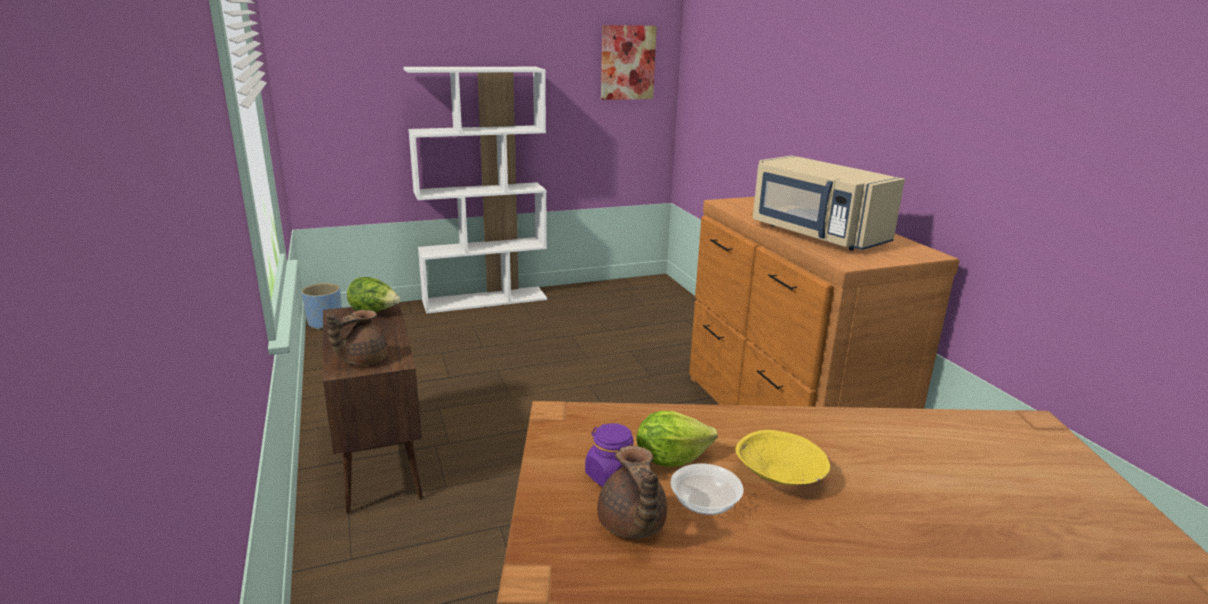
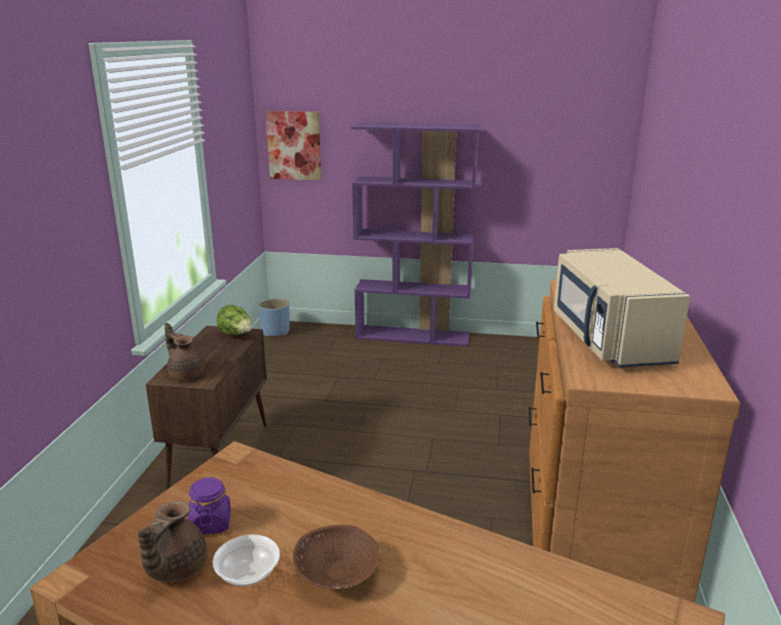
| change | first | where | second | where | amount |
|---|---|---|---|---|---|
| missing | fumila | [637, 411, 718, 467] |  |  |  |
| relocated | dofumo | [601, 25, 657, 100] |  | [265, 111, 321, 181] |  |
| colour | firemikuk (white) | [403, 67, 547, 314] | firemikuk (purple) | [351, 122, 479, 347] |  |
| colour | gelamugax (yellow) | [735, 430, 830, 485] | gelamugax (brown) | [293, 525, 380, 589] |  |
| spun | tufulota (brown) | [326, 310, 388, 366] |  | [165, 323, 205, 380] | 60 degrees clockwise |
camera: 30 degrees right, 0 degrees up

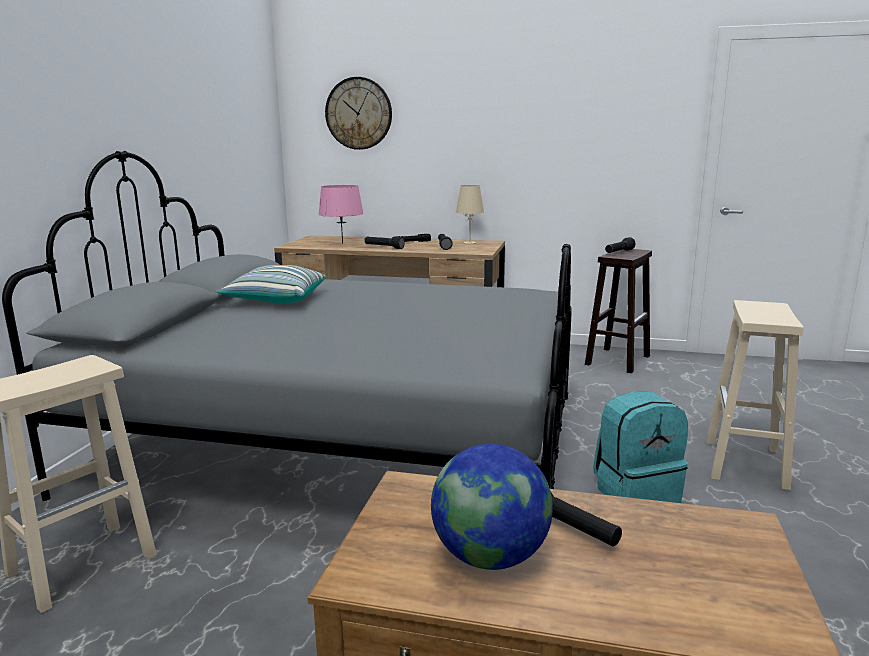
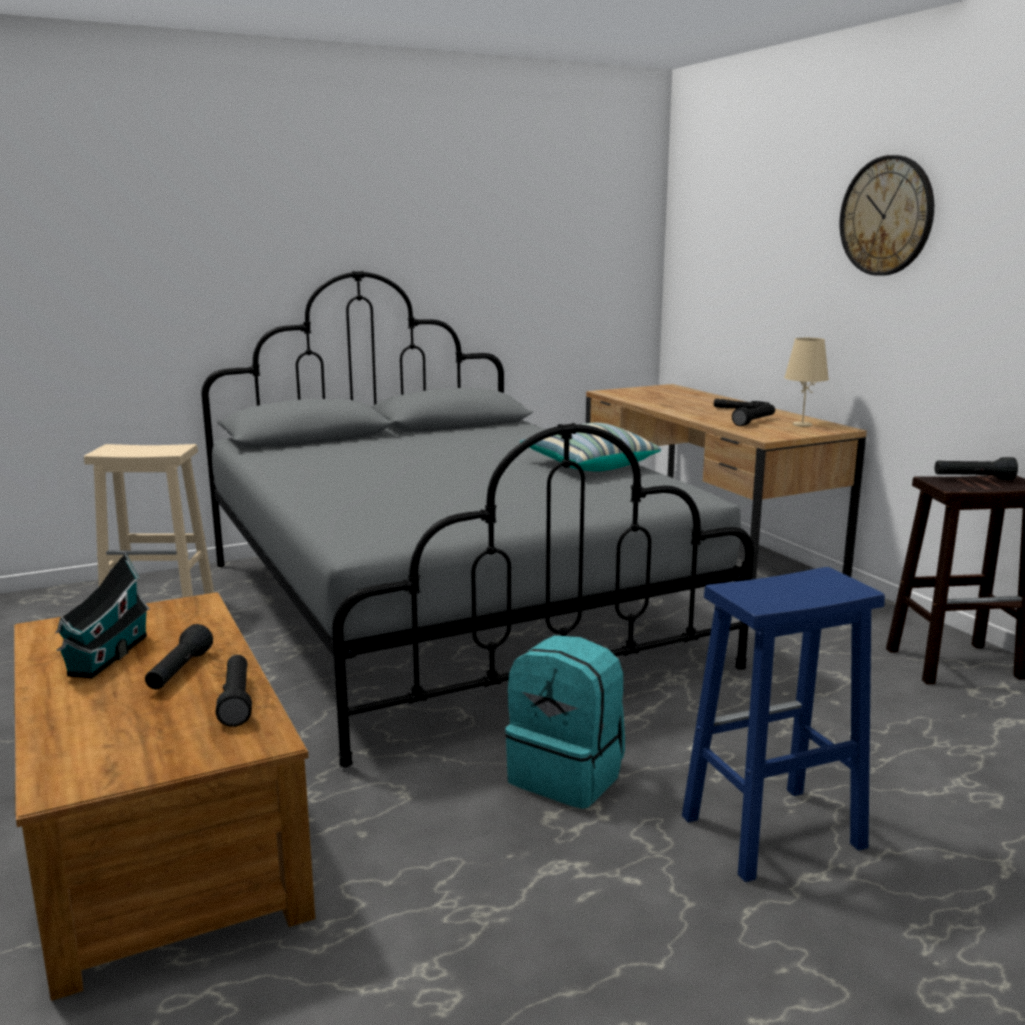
| change | first | where | second | where | amount |
|---|---|---|---|---|---|
| missing | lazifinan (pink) | [318, 185, 364, 244] |  |  |  |
| relocated | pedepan | [217, 265, 326, 303] |  | [520, 423, 661, 471] |  |
| relocated | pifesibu | [325, 77, 392, 150] |  | [840, 155, 934, 276] |  |
| relocated | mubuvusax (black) | [364, 236, 405, 249] |  | [215, 655, 252, 727] |  |
| exchanged | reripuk | [431, 444, 553, 570] | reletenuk | [55, 552, 150, 678] |  |
| colour | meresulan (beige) | [706, 300, 804, 490] | meresulan (blue) | [682, 567, 885, 882] |  |
camera: 50 degrees right, 0 degrees up

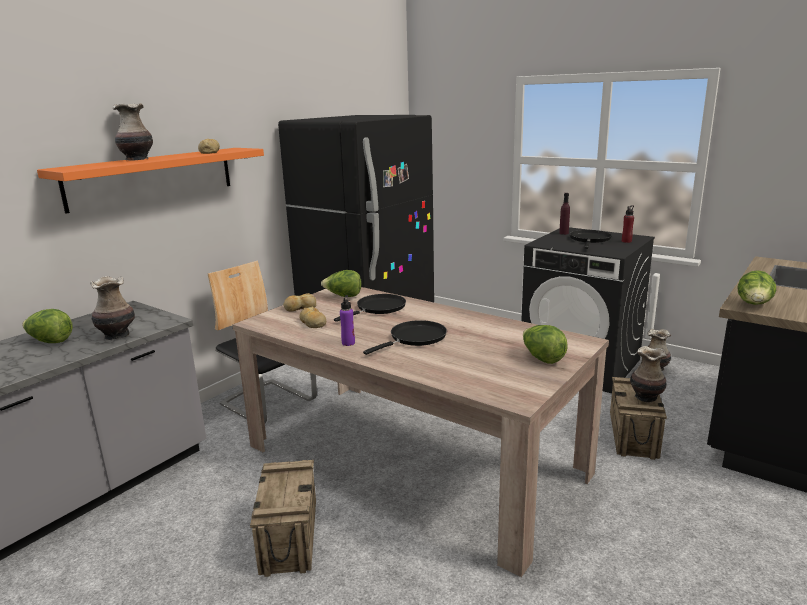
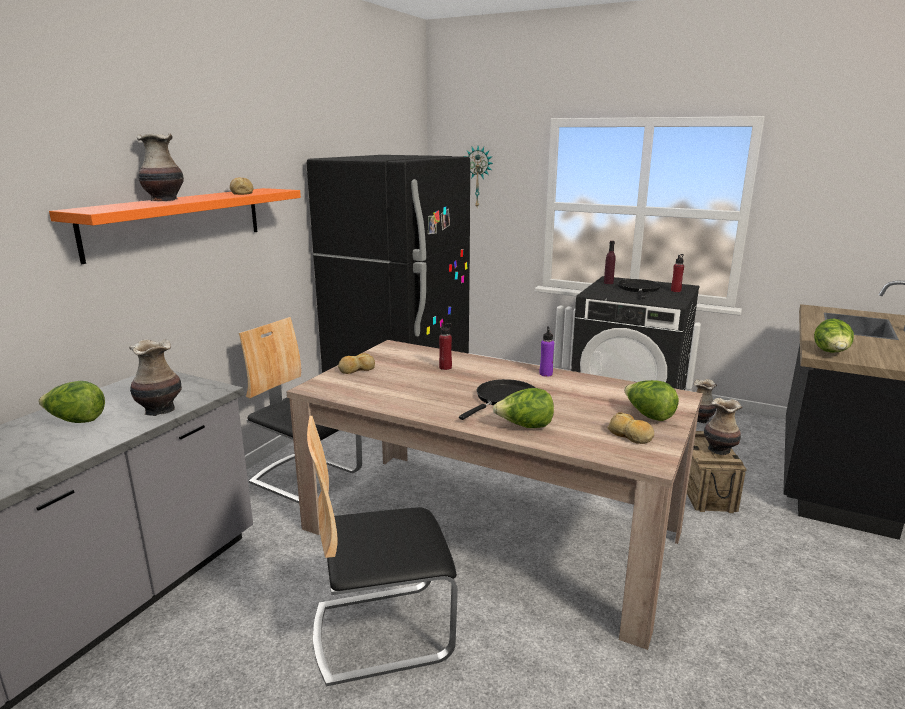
| change | first | where | second | where | amount |
|---|---|---|---|---|---|
| appeared |  |  | pifesibu | [464, 146, 493, 207] |  |
| relocated | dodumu | [299, 306, 326, 328] |  | [607, 412, 654, 444] |  |
| relocated | fumila | [321, 270, 362, 297] |  | [493, 388, 554, 428] |  |
| relocated | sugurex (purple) | [340, 295, 355, 346] |  | [540, 327, 554, 377] |  |
| exchanged | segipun | [250, 460, 316, 577] | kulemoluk | [307, 416, 458, 686] |  |
| exchanged | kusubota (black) | [334, 294, 406, 322] | sugurex (red) | [439, 322, 452, 370] |  |
camera: 10 degrees left, 0 degrees up

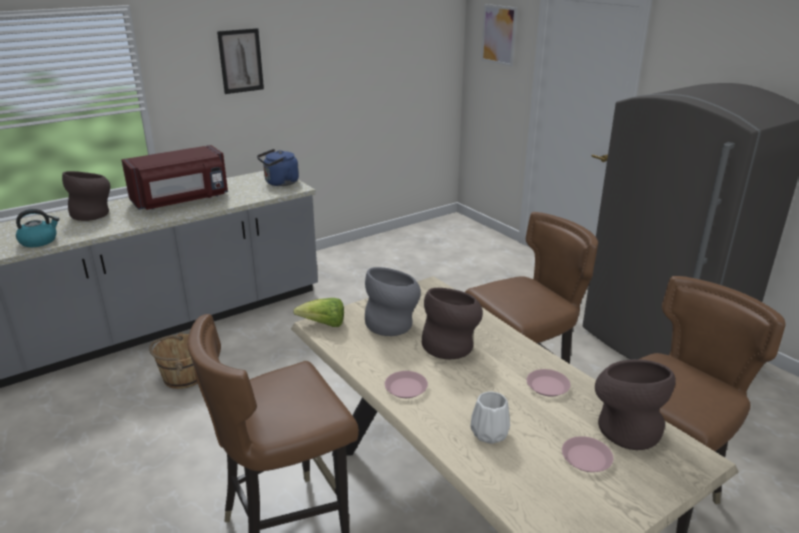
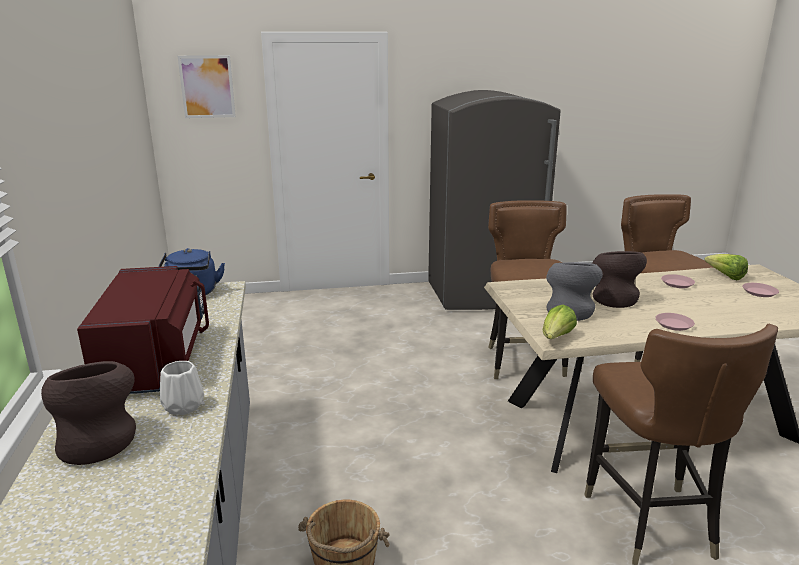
| change | first | where | second | where | amount |
|---|---|---|---|---|---|
| missing | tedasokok | [16, 209, 60, 247] |  |  |  |
| missing | dofumo | [217, 28, 264, 94] |  |  |  |
| relocated | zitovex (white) | [470, 391, 510, 444] |  | [160, 361, 204, 415] |  |
| exchanged | zitovex (brown) | [595, 359, 676, 450] | fumila | [704, 254, 748, 280] |  |
camera: 65 degrees left, 5 degrees down

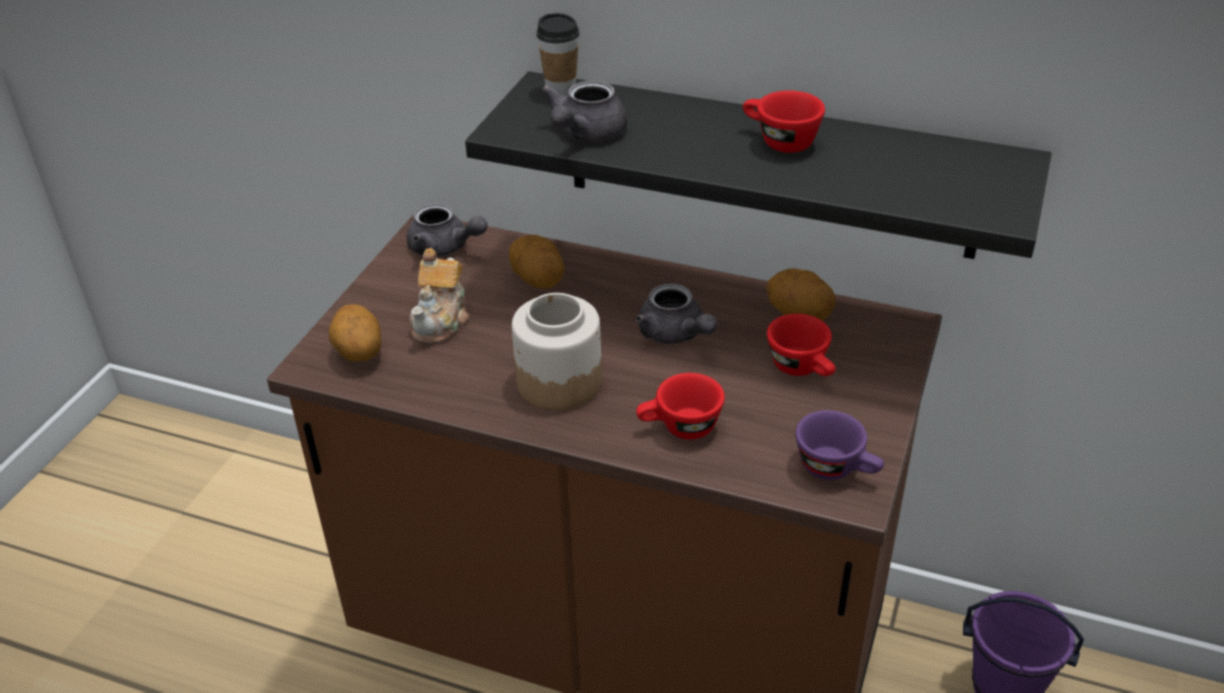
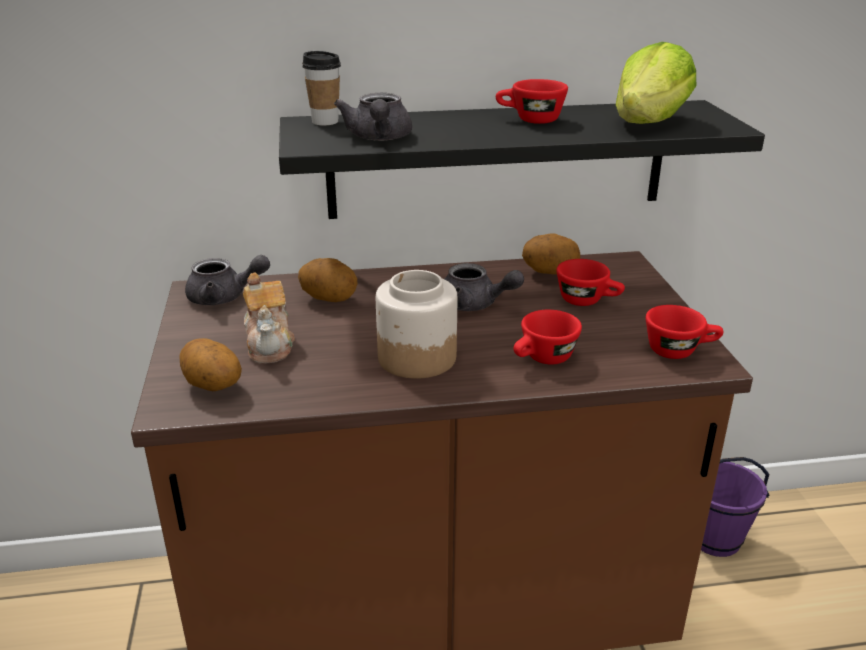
| change | first | where | second | where | amount |
|---|---|---|---|---|---|
| appeared |  |  | fumila | [616, 42, 696, 124] |  |
| colour | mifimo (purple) | [795, 410, 884, 480] | mifimo (red) | [646, 305, 724, 359] |  |
camera: 30 degrees left, 10 degrees down

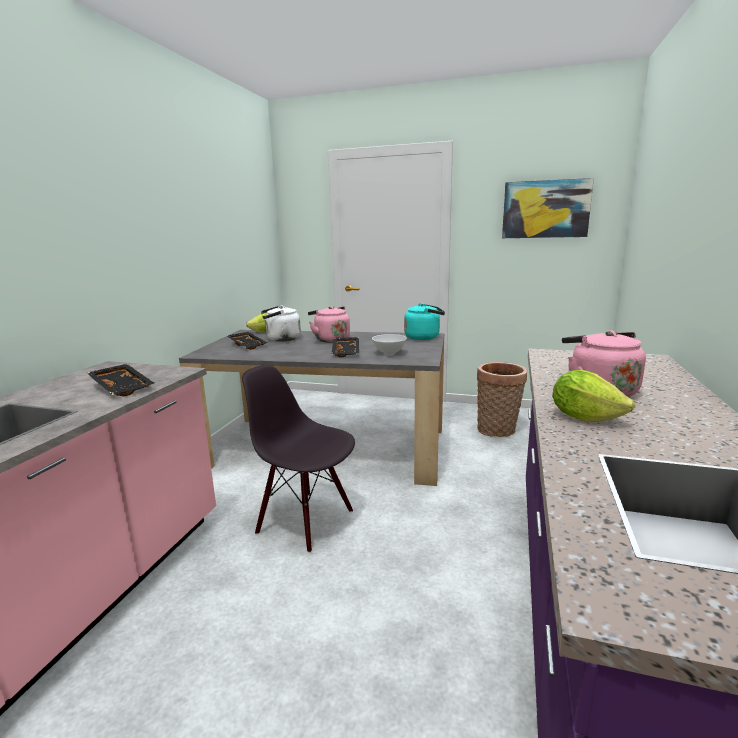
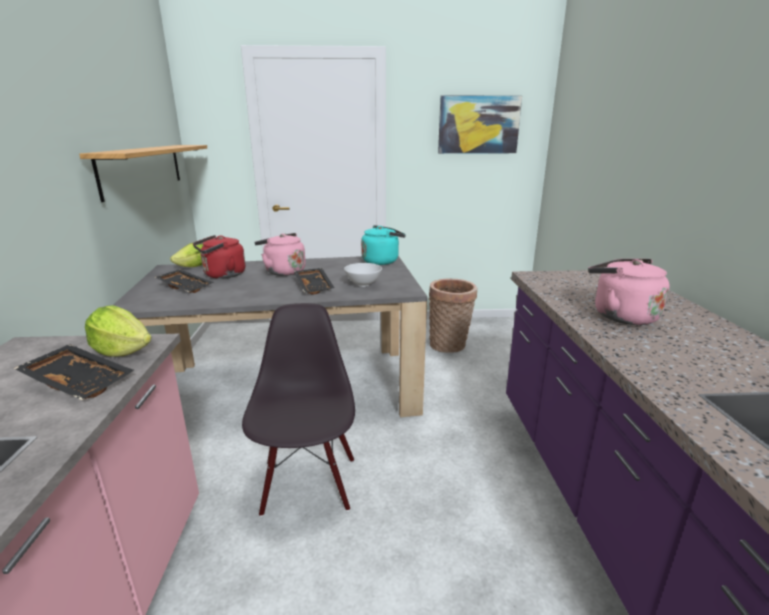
| change | first | where | second | where | amount |
|---|---|---|---|---|---|
| appeared |  |  | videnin | [79, 145, 207, 202] |  |
| relocated | fumila | [552, 370, 635, 422] |  | [85, 305, 152, 356] |  |
| colour | tedasokok (white) | [261, 305, 301, 342] | tedasokok (red) | [193, 235, 245, 279] |  |
| spun | kulemoluk (black) | [242, 365, 355, 553] |  | [242, 303, 355, 517] | 75 degrees clockwise |
camera: 20 degrees left, 5 degrees up

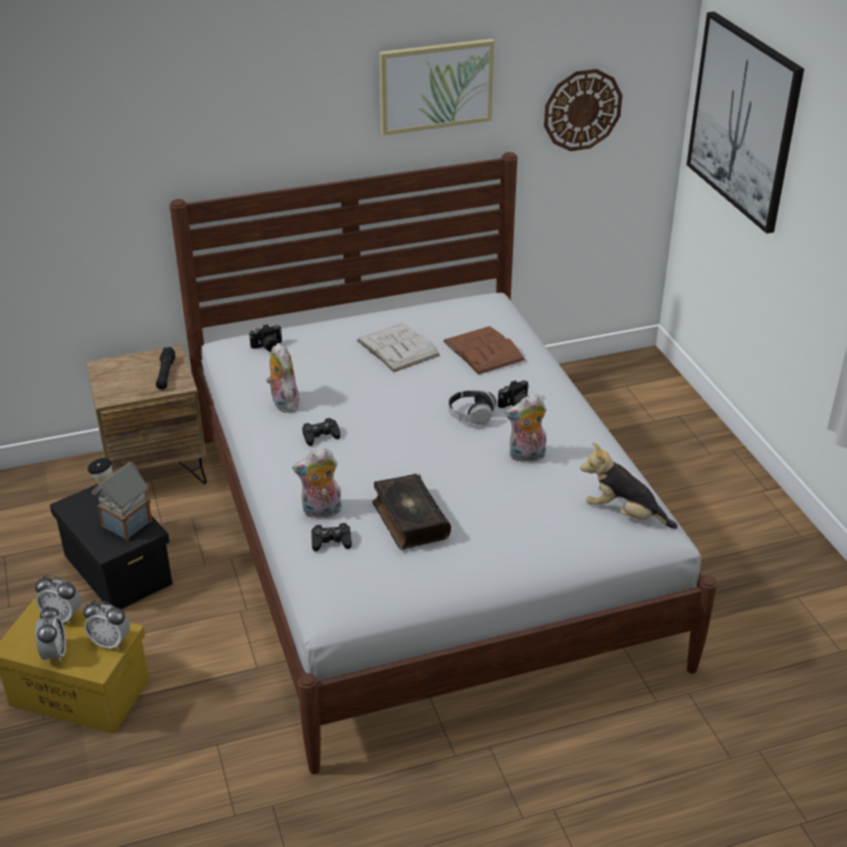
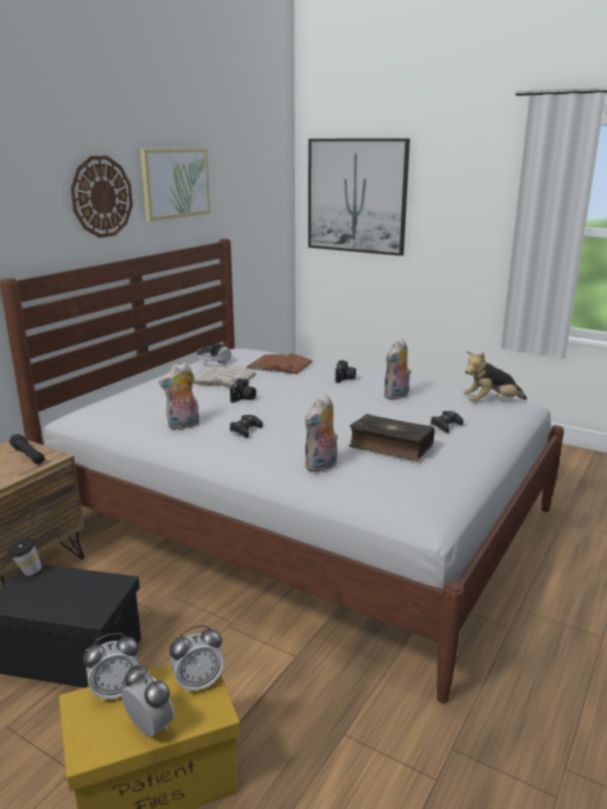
| change | first | where | second | where | amount |
|---|---|---|---|---|---|
| missing | reletenuk | [92, 461, 153, 541] |  |  |  |
| relocated | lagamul | [249, 324, 282, 352] |  | [230, 378, 256, 403] |  |
| relocated | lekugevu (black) | [311, 523, 352, 552] |  | [430, 411, 463, 433] |  |
| relocated | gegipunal | [448, 390, 497, 425] |  | [196, 343, 231, 363] |  |
| relocated | pifesibu | [544, 69, 622, 151] |  | [71, 156, 133, 238] |  |
| spun | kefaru | [266, 343, 299, 413] |  | [159, 362, 199, 429] | 60 degrees counterclockwise |
camera: 40 degrees left, 15 degrees down

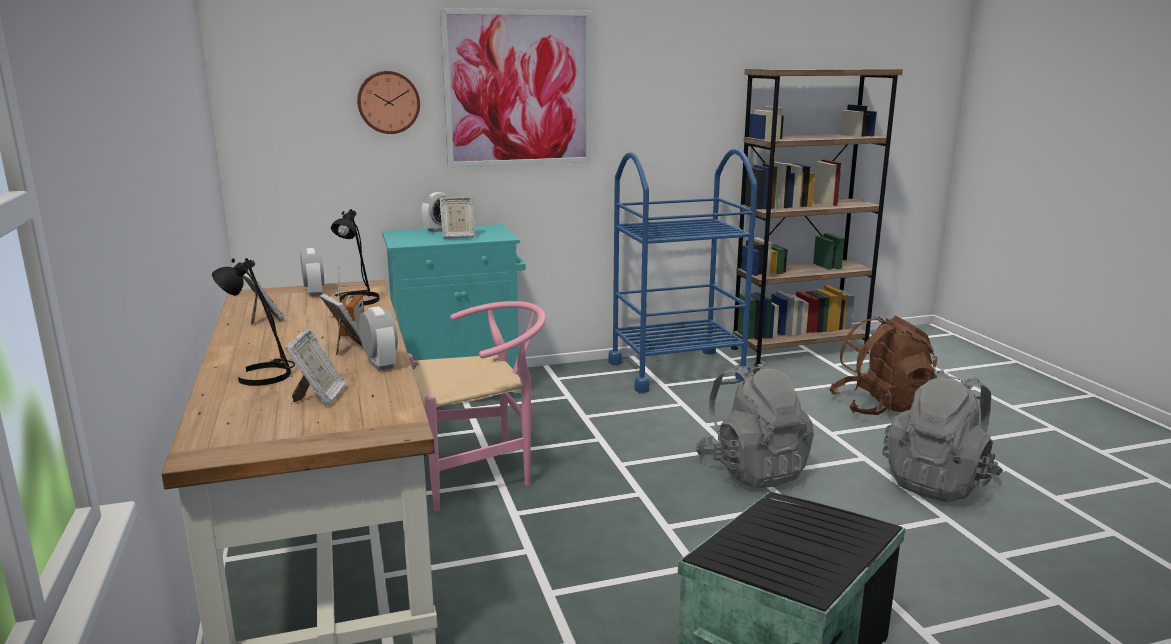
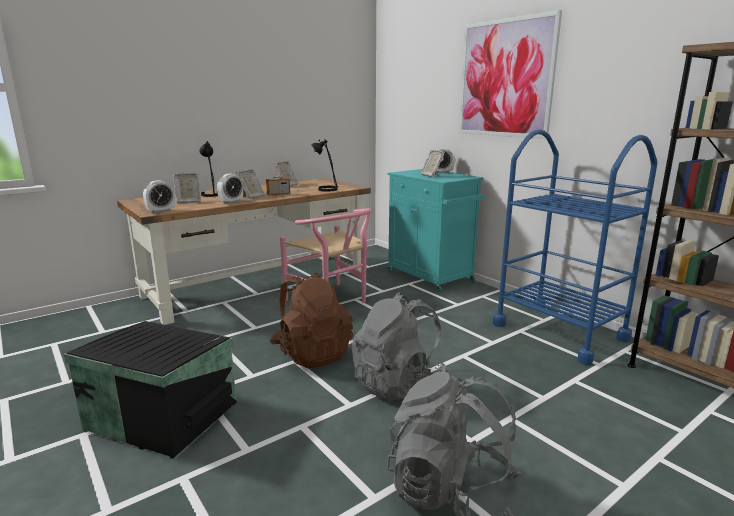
| change | first | where | second | where | amount |
|---|---|---|---|---|---|
| missing | pifesibu | [357, 71, 420, 134] |  |  |  |
| relocated | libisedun | [300, 248, 324, 297] |  | [143, 180, 175, 214] |  |
| relocated | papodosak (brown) | [829, 315, 937, 415] |  | [270, 272, 353, 368] |  |
camera: 70 degrees right, 0 degrees up

